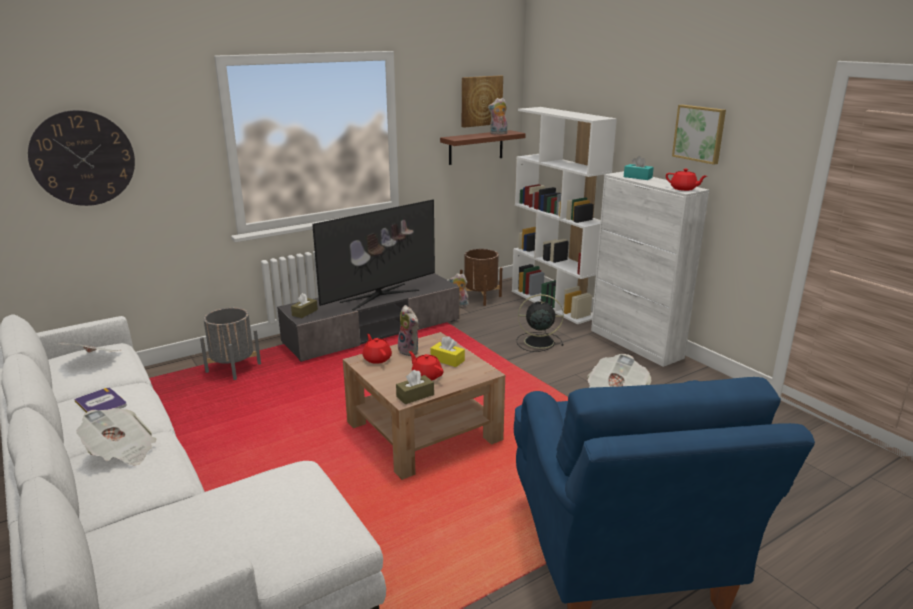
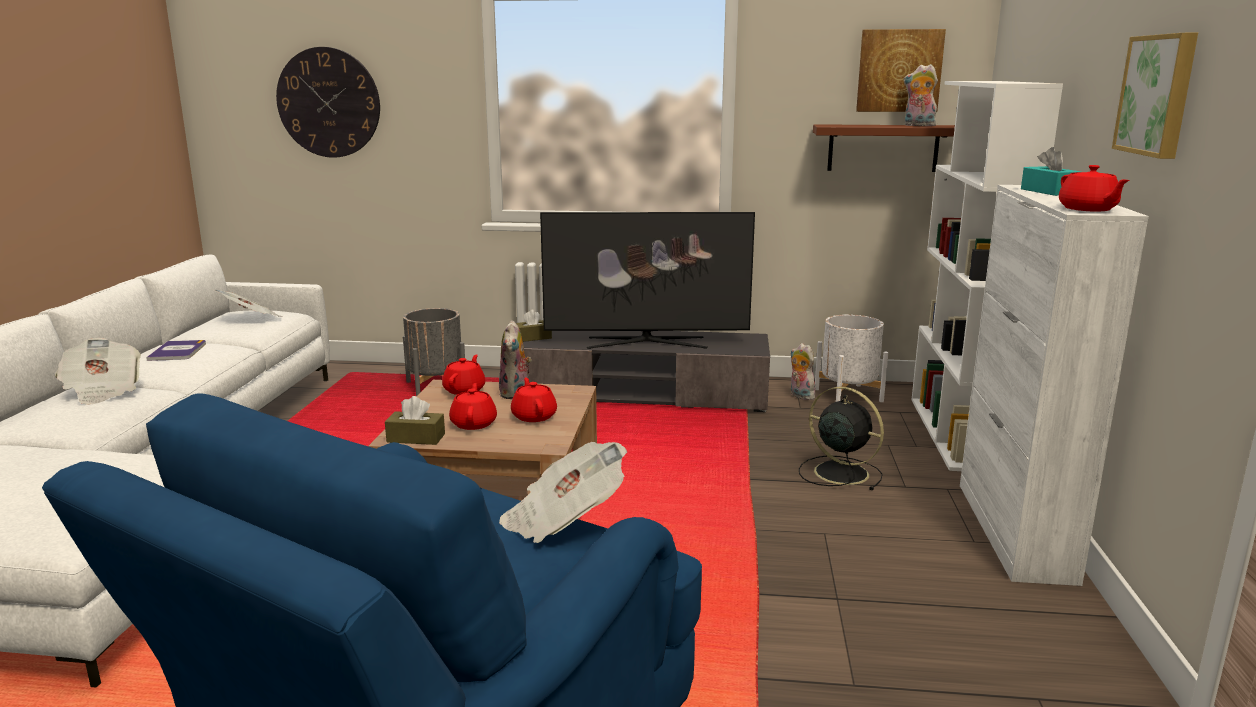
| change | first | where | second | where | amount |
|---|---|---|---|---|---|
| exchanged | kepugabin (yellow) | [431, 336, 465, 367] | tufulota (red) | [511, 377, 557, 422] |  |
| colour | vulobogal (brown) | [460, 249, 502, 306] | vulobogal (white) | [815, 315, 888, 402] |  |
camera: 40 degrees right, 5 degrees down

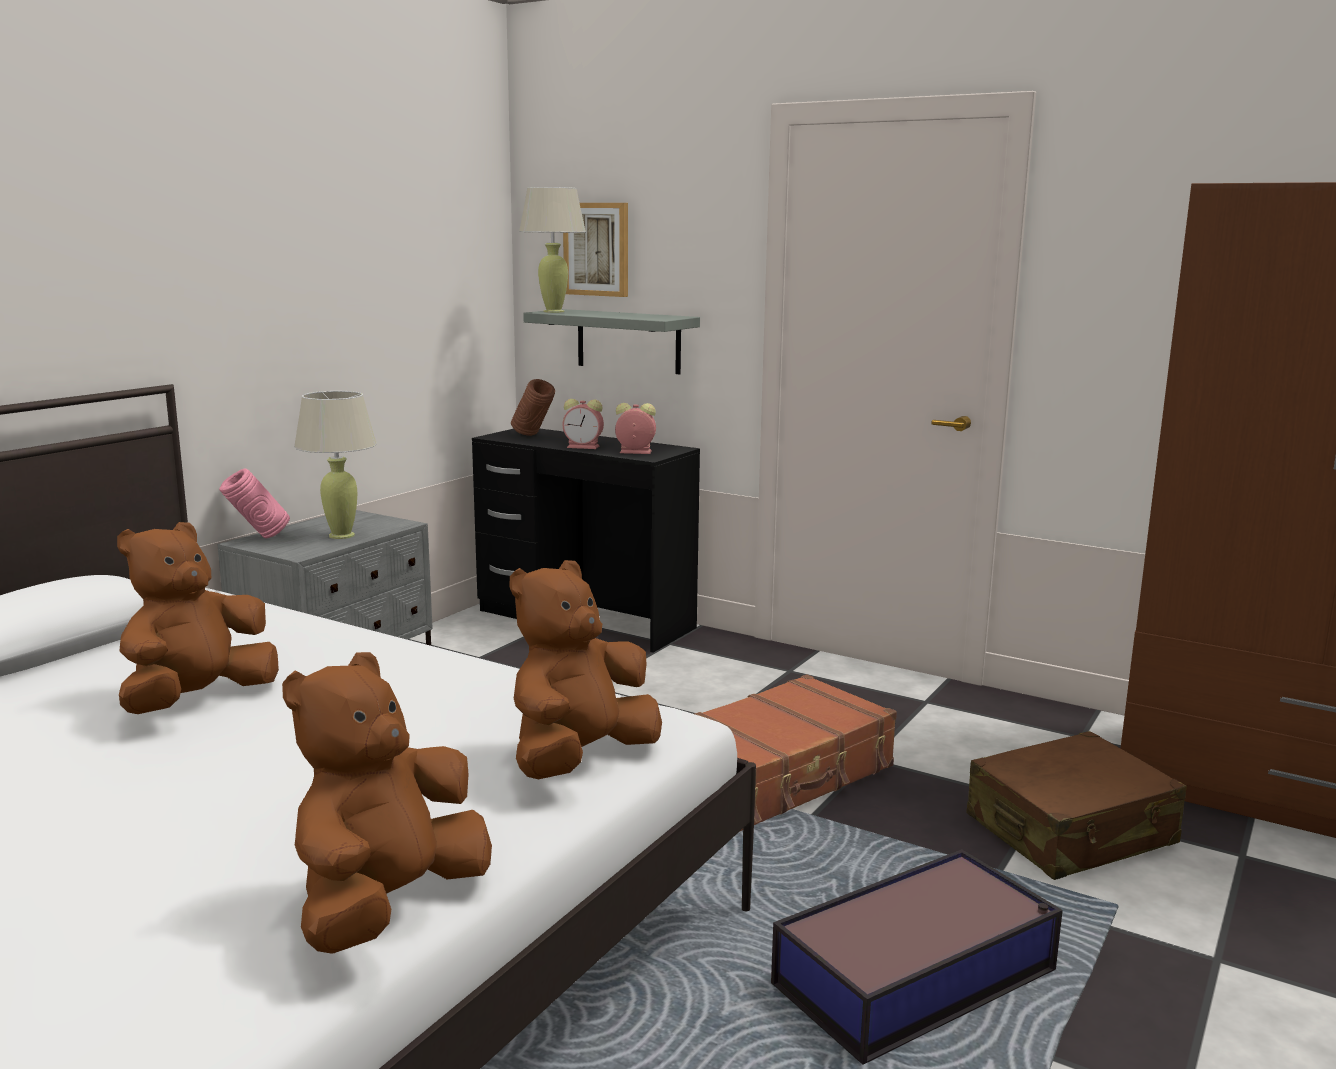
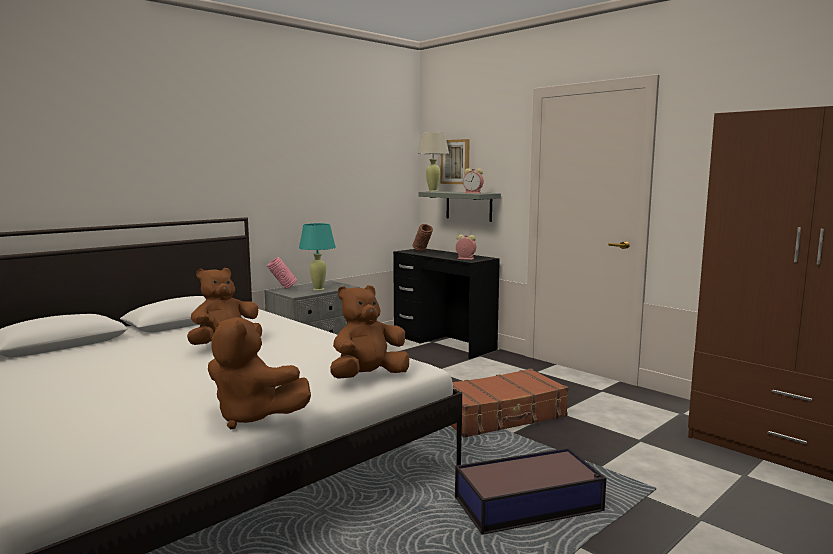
| change | first | where | second | where | amount |
|---|---|---|---|---|---|
| missing | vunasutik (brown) | [966, 731, 1187, 880] |  |  |  |
| relocated | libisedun | [562, 399, 604, 449] |  | [463, 168, 484, 193] |  |
| colour | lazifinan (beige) | [294, 391, 377, 539] | lazifinan (turquoise) | [299, 223, 336, 291] |  |
| spun | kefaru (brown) | [282, 652, 492, 954] |  | [208, 317, 311, 429] | 105 degrees counterclockwise |
camera: 15 degrees right, 5 degrees down

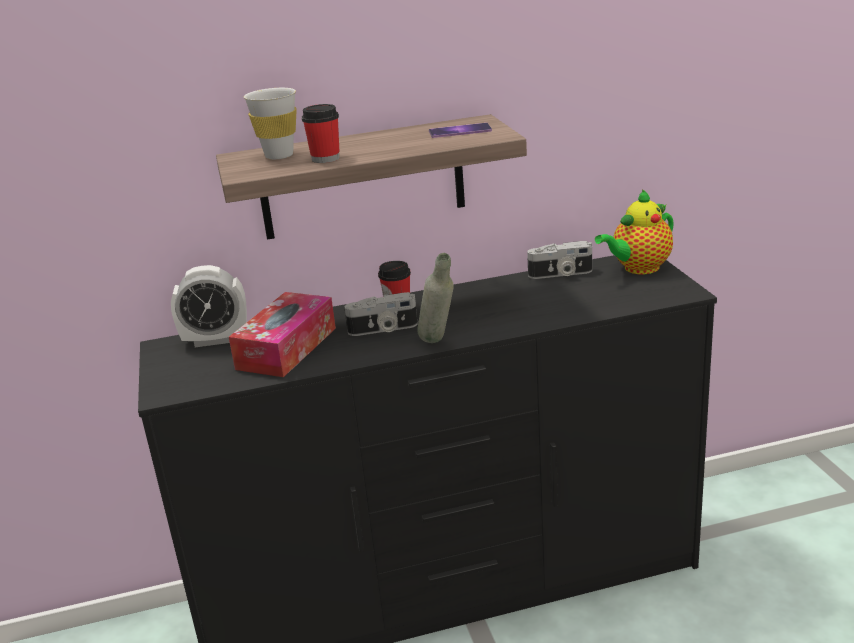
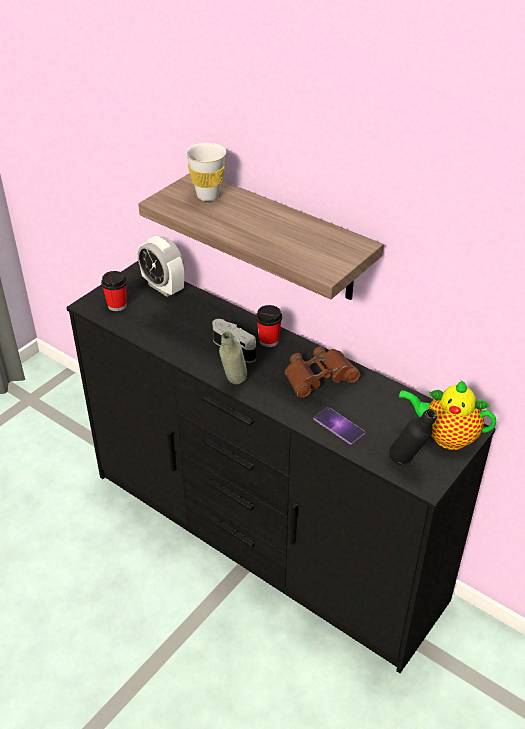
| change | first | where | second | where | amount |
|---|---|---|---|---|---|
| missing | kepugabin | [229, 292, 336, 377] |  |  |  |
| missing | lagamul | [527, 241, 592, 279] |  |  |  |
| appeared |  |  | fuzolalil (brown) | [285, 346, 361, 398] |  |
| appeared |  |  | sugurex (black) | [389, 409, 437, 465] |  |
| relocated | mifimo | [302, 104, 340, 163] |  | [101, 271, 127, 311] |  |
| relocated | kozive | [429, 123, 492, 138] |  | [314, 407, 365, 444] |  |
camera: 50 degrees right, 15 degrees up

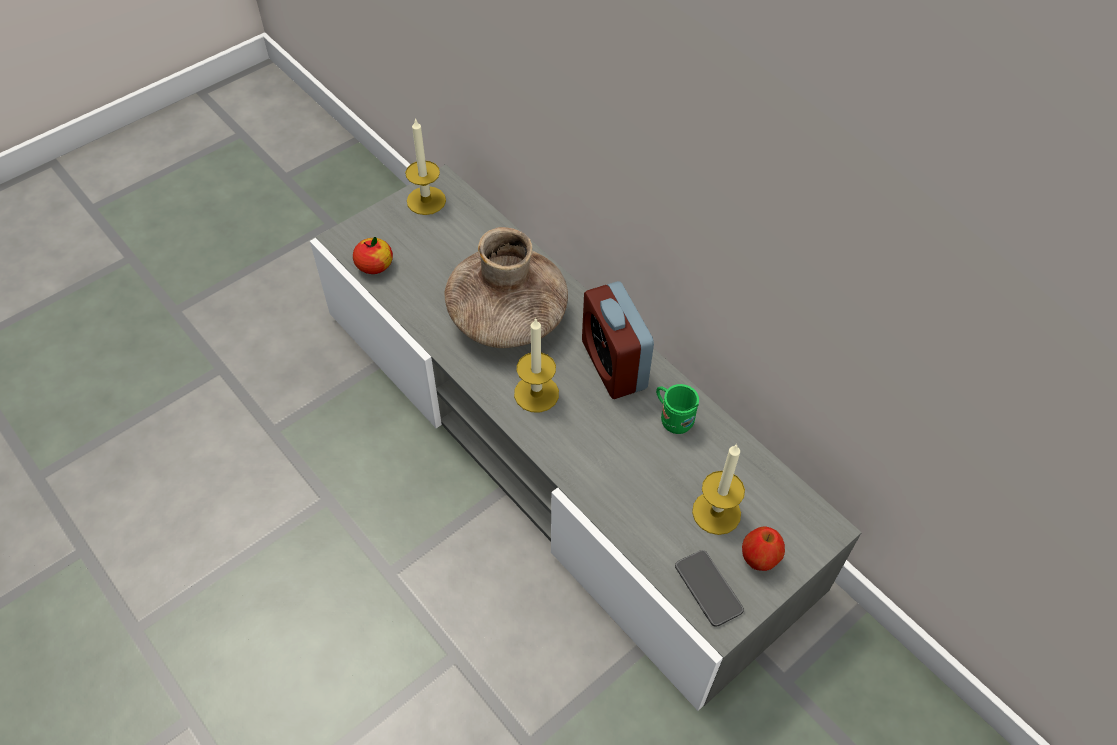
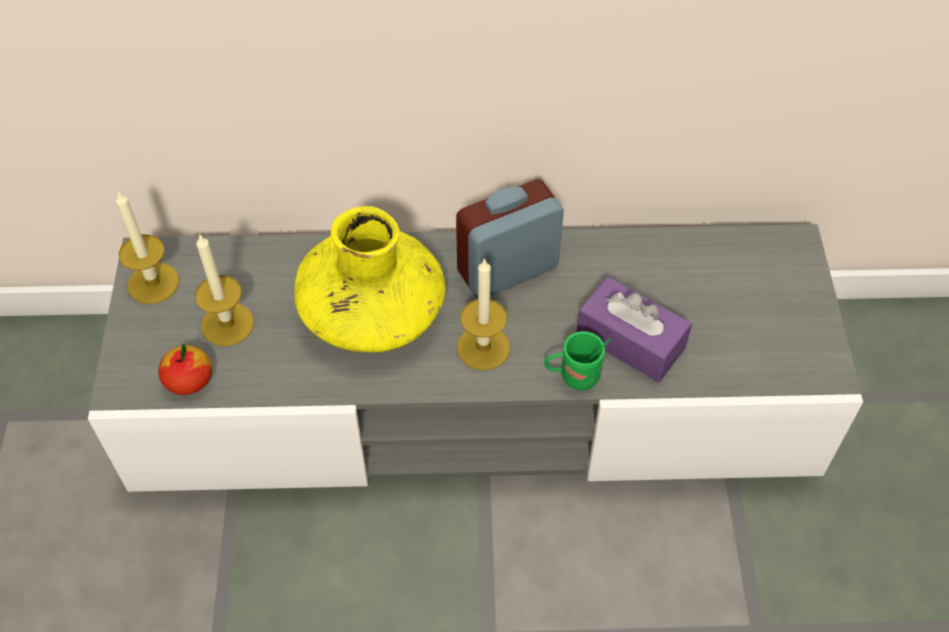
| change | first | where | second | where | amount |
|---|---|---|---|---|---|
| missing | kozive | [675, 550, 744, 627] |  |  |  |
| missing | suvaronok | [742, 526, 785, 571] |  |  |  |
| appeared |  |  | kepugabin (purple) | [576, 277, 692, 382] |  |
| relocated | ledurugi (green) | [656, 384, 699, 434] |  | [544, 331, 611, 390] |  |
| relocated | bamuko | [692, 444, 745, 535] |  | [195, 233, 254, 346] |  |
| colour | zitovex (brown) | [444, 227, 568, 348] | zitovex (yellow) | [294, 206, 446, 352] |  |
| spun | libisedun | [582, 281, 654, 399] |  | [456, 179, 564, 299] | 135 degrees clockwise |
camera: 50 degrees left, 0 degrees up

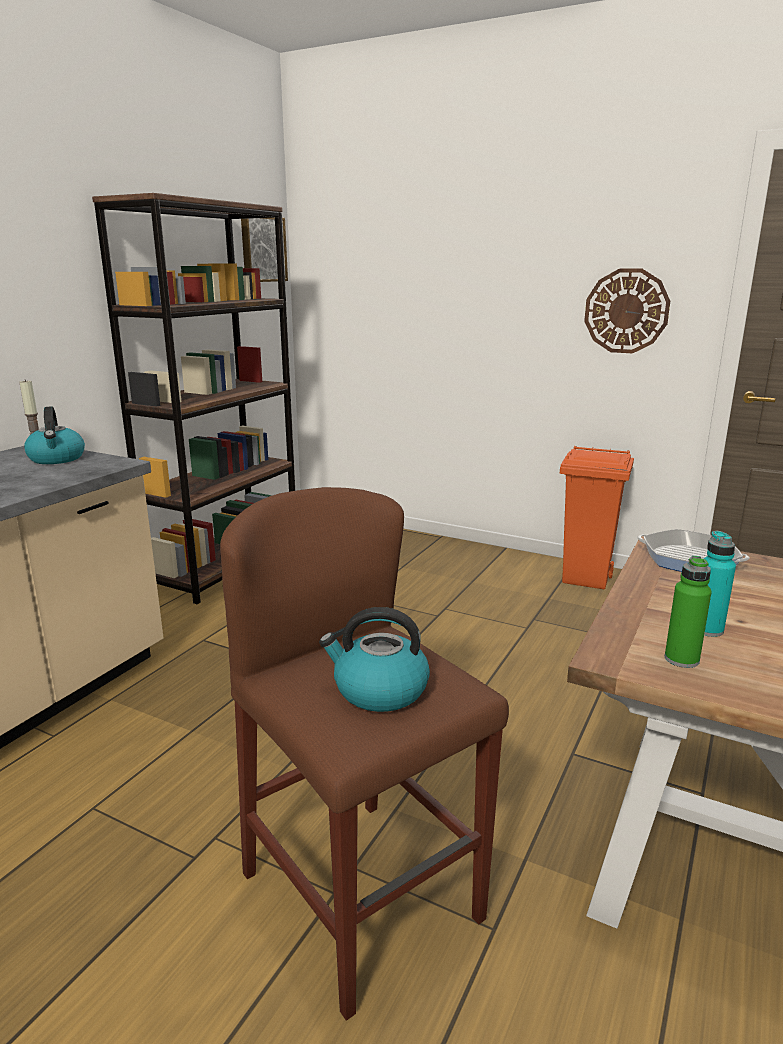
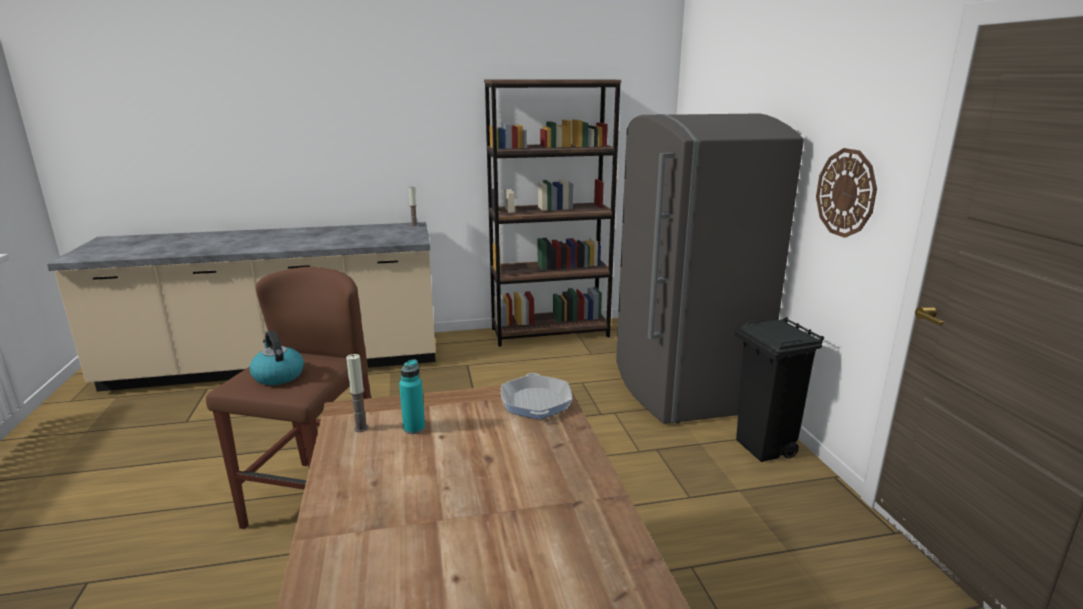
| change | first | where | second | where | amount |
|---|---|---|---|---|---|
| missing | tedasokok | [24, 406, 85, 464] |  |  |  |
| missing | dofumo | [241, 218, 288, 282] |  |  |  |
| appeared |  |  | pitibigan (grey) | [616, 114, 804, 424] |  |
| exchanged | sugurex (green) | [665, 556, 712, 668] | bamuko | [346, 354, 368, 432] |  |
| colour | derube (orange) | [560, 446, 634, 589] | derube (black) | [735, 317, 824, 462] |  |
camera: 50 degrees right, 0 degrees up

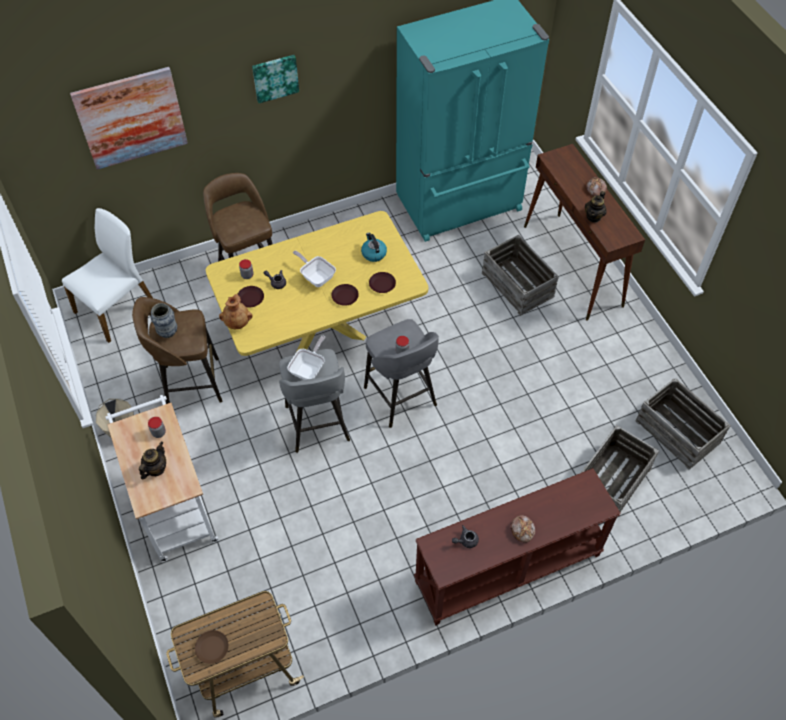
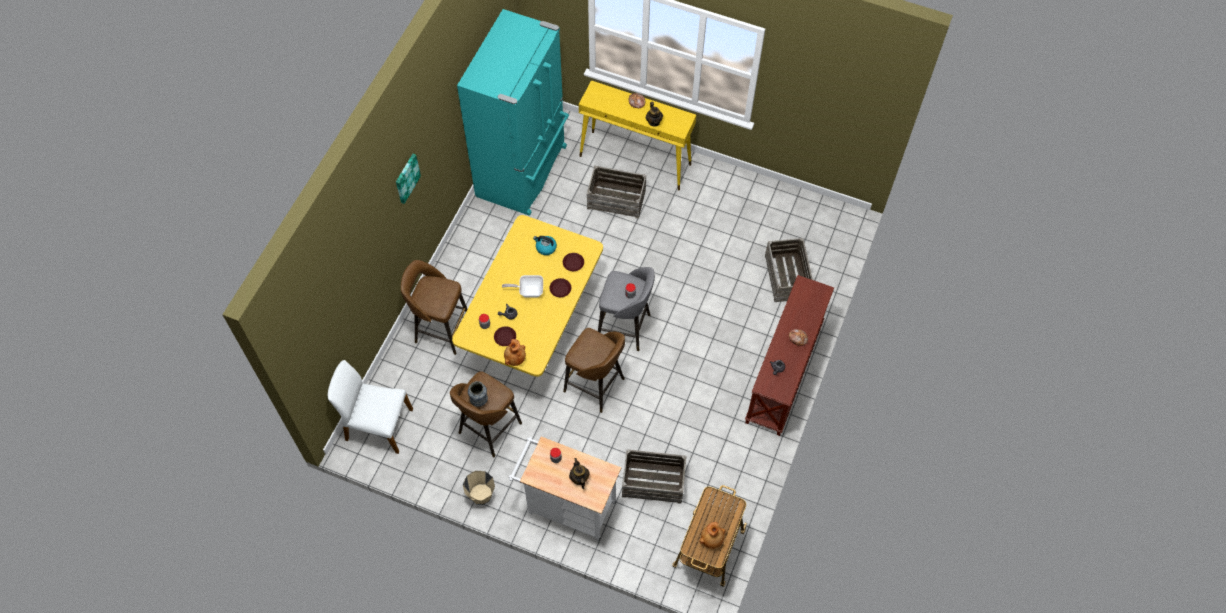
| change | first | where | second | where | amount |
|---|---|---|---|---|---|
| missing | dofumo | [70, 67, 188, 170] |  |  |  |
| missing | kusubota | [287, 336, 325, 380] |  |  |  |
| relocated | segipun | [636, 378, 730, 470] |  | [622, 449, 686, 504] |  |
| exchanged | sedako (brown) | [195, 630, 229, 664] | zitovex (brown) | [699, 522, 726, 549] |  |
| colour | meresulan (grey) | [279, 349, 350, 453] | meresulan (brown) | [563, 328, 625, 413] |  |
| colour | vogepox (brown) | [524, 144, 645, 321] | vogepox (yellow) | [579, 80, 696, 190] |  |
| spun | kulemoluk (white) | [62, 208, 153, 343] |  | [328, 360, 413, 454] | 75 degrees counterclockwise |
camera: 45 degrees left, 5 degrees up

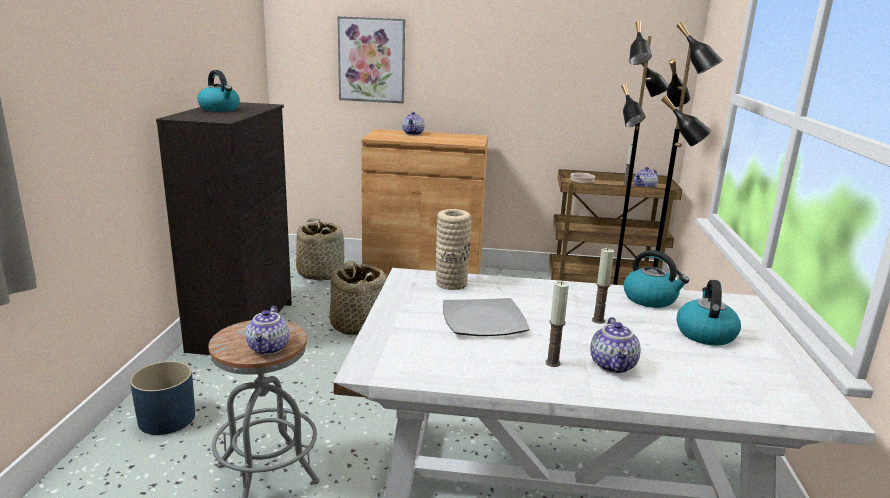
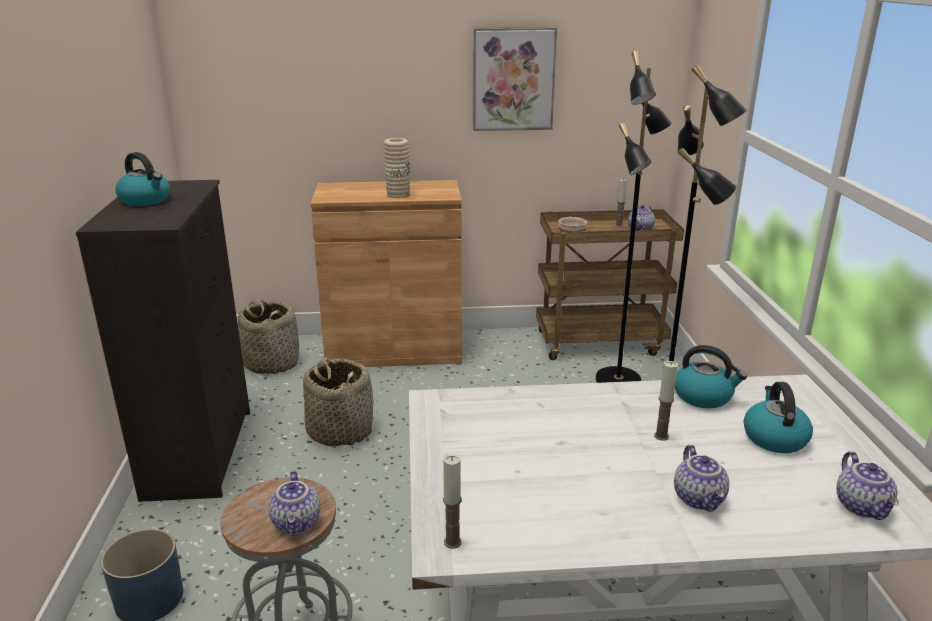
| change | first | where | second | where | amount |
|---|---|---|---|---|---|
| missing | sedako | [443, 298, 529, 336] |  |  |  |
| relocated | dofumo | [338, 16, 405, 103] |  | [473, 27, 557, 131] |  |
| relocated | tufulota | [402, 112, 425, 135] |  | [836, 451, 899, 520] |  |
| relocated | zitovex (beige) | [436, 209, 471, 290] |  | [384, 138, 410, 198] |  |
| relocated | bamuko | [545, 281, 569, 367] |  | [443, 454, 462, 549] |  |
camera: 10 degrees left, 5 degrees up

